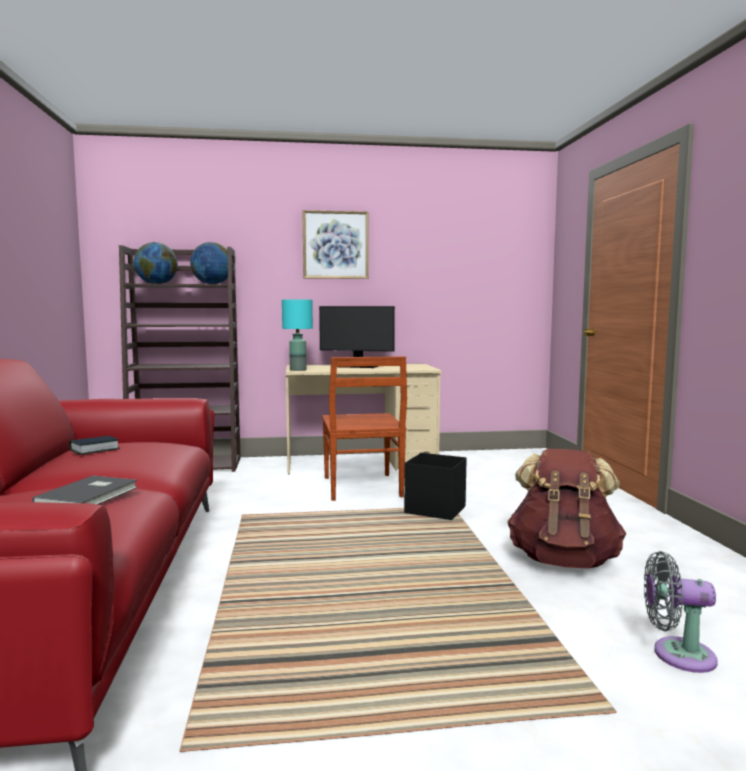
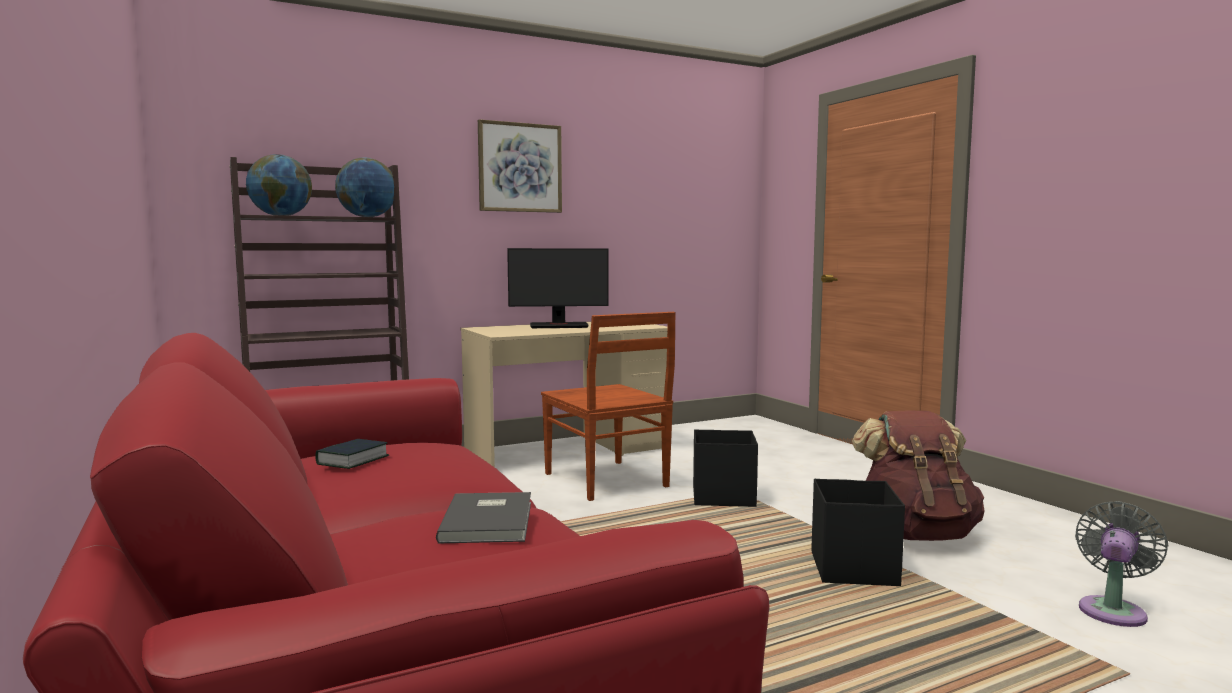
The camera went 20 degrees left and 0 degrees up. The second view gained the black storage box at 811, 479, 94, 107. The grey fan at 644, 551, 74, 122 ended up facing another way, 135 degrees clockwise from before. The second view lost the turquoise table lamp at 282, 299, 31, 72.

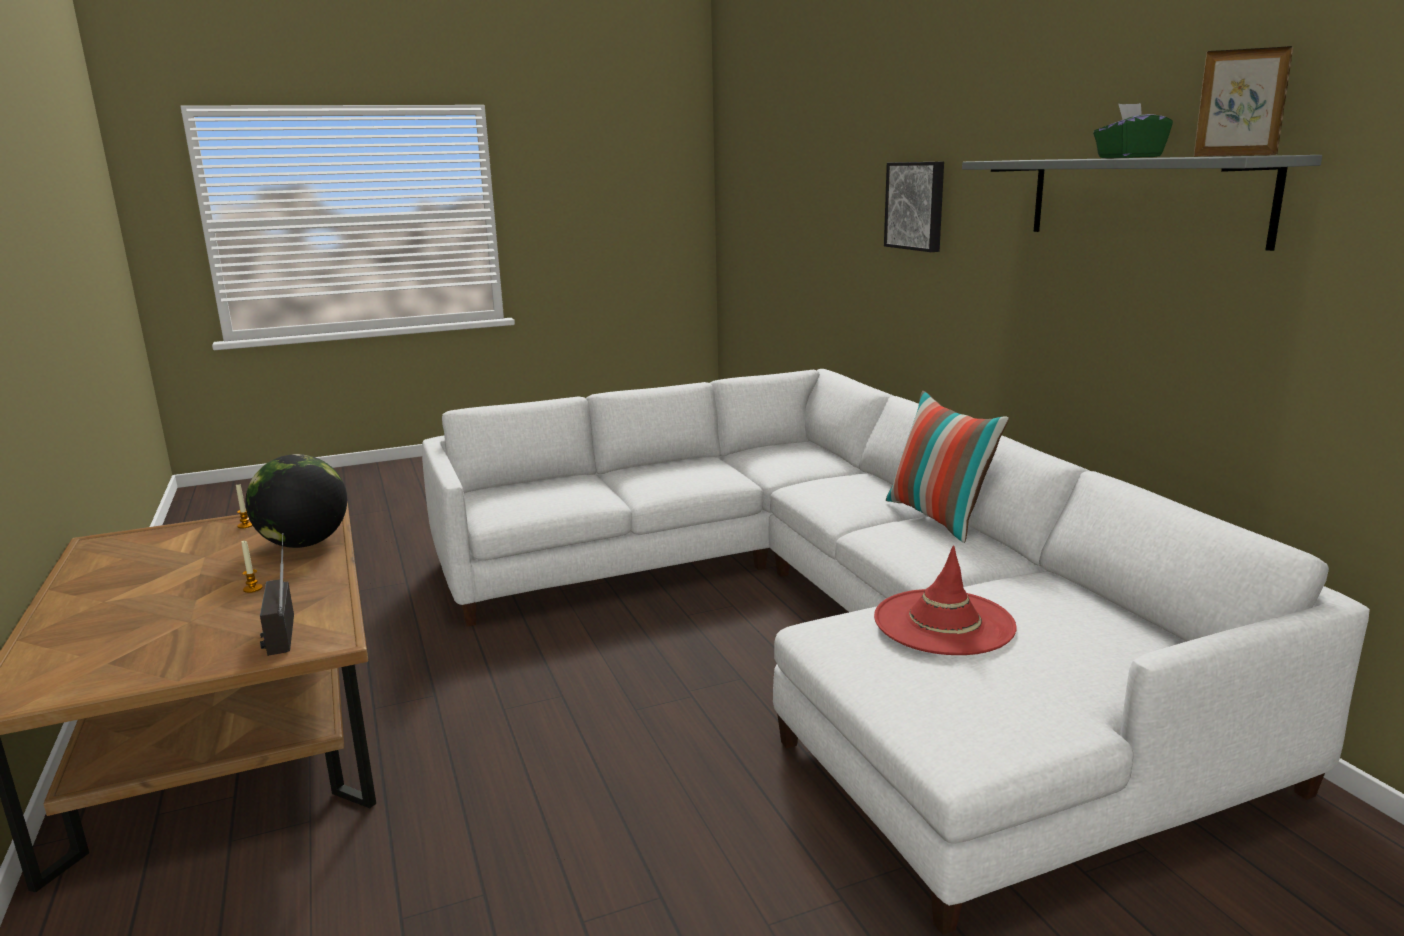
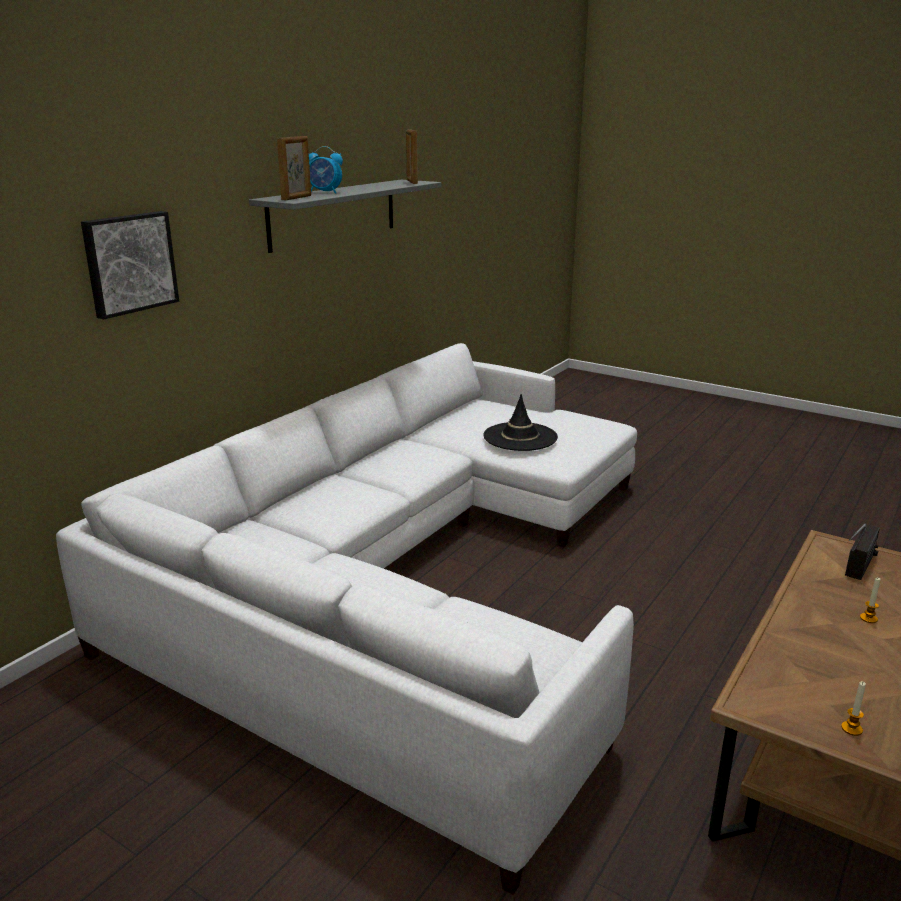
The camera went 125 degrees left and 5 degrees up. The second view gained the picture frame at 277, 136, 34, 64. The second view gained the alarm clock at 309, 146, 34, 48. What was the red hat at 874, 545, 143, 110 turned into the black hat at 483, 394, 75, 57. The second view lost the globe at 245, 454, 102, 94. The second view lost the pillow at 886, 391, 123, 152. The second view lost the green tissue box at 1093, 103, 80, 55.

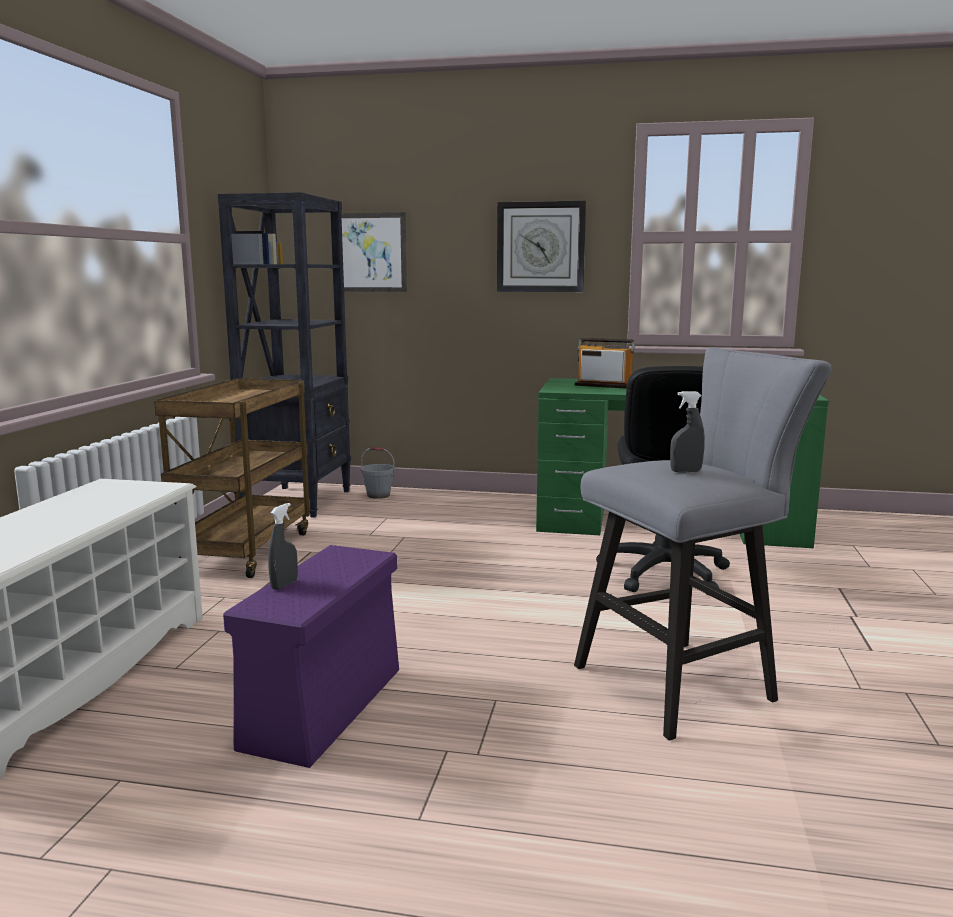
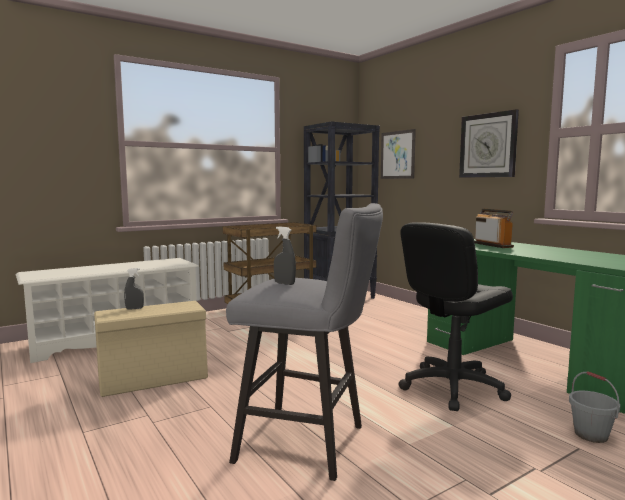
The camera went 45 degrees right and 5 degrees down. What was the purple storage box at 223, 545, 176, 223 turned into the beige storage box at 94, 301, 114, 96. The grey bucket ended up elsewhere, having gone from 361, 447, 34, 52 to 569, 371, 51, 72.

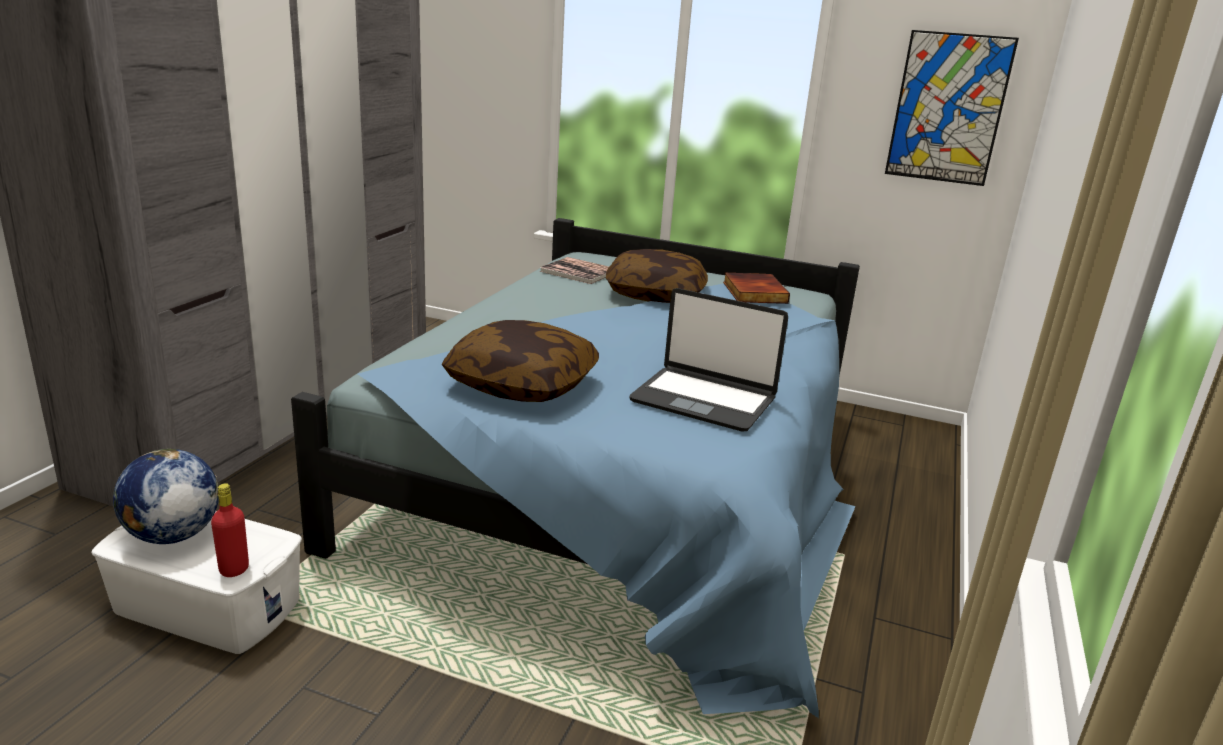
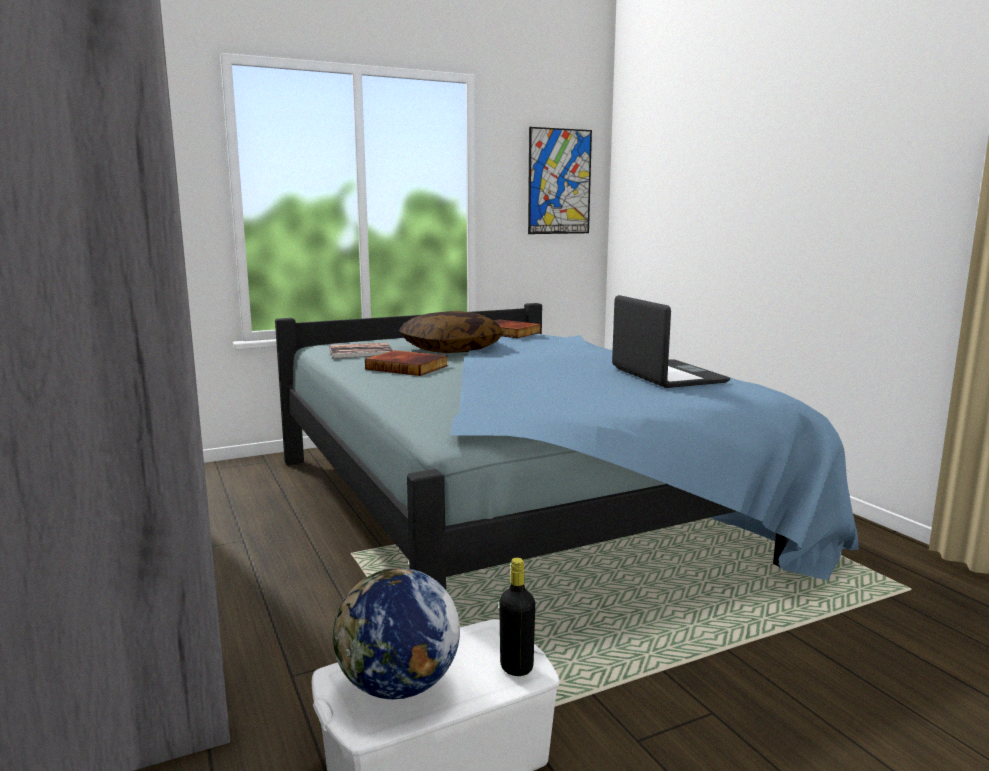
The camera went 45 degrees left and 10 degrees down. The second view gained the book at 365, 350, 83, 26. What was the red bottle at 211, 483, 38, 94 turned into the black bottle at 499, 558, 36, 118. The laptop at 629, 288, 159, 143 ended up facing another way, 90 degrees counterclockwise from before. The second view lost the pillow at 442, 320, 157, 82.

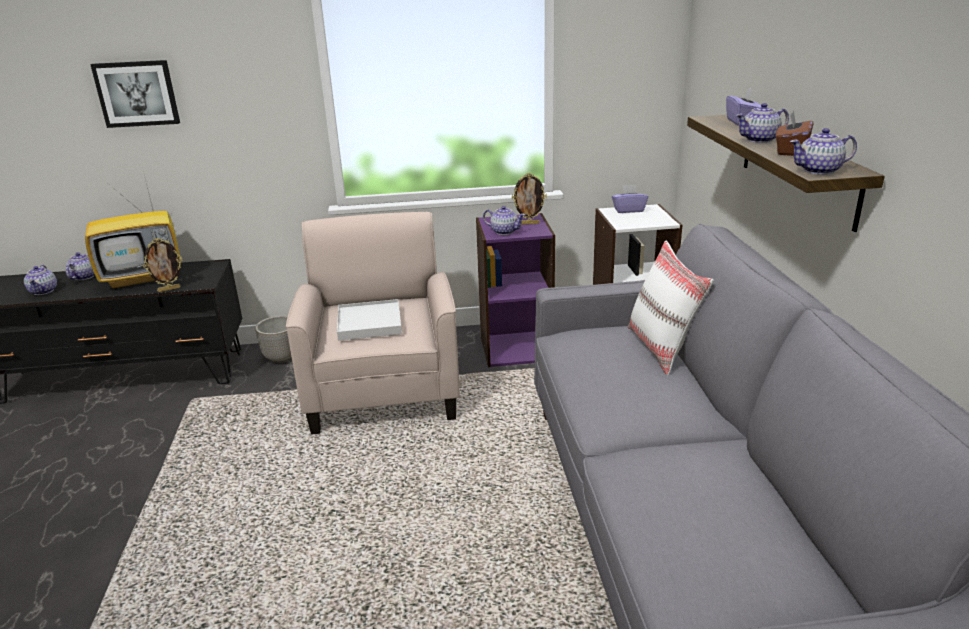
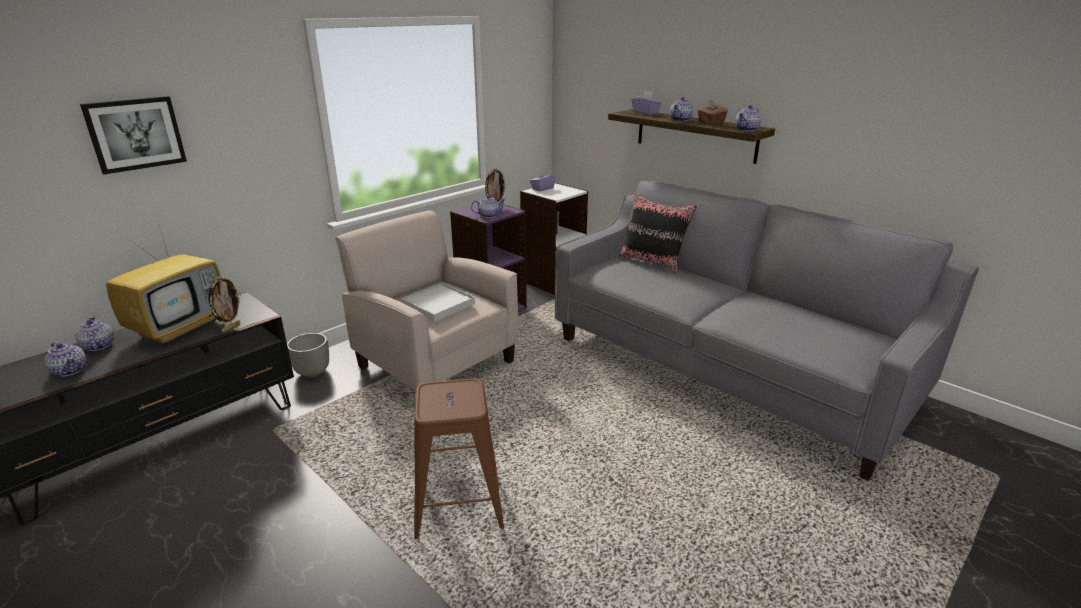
The camera went 40 degrees left and 0 degrees up. The second view gained the brown stool at 414, 379, 90, 160. What was the white pillow at 628, 240, 86, 136 turned into the black pillow at 619, 193, 78, 81.

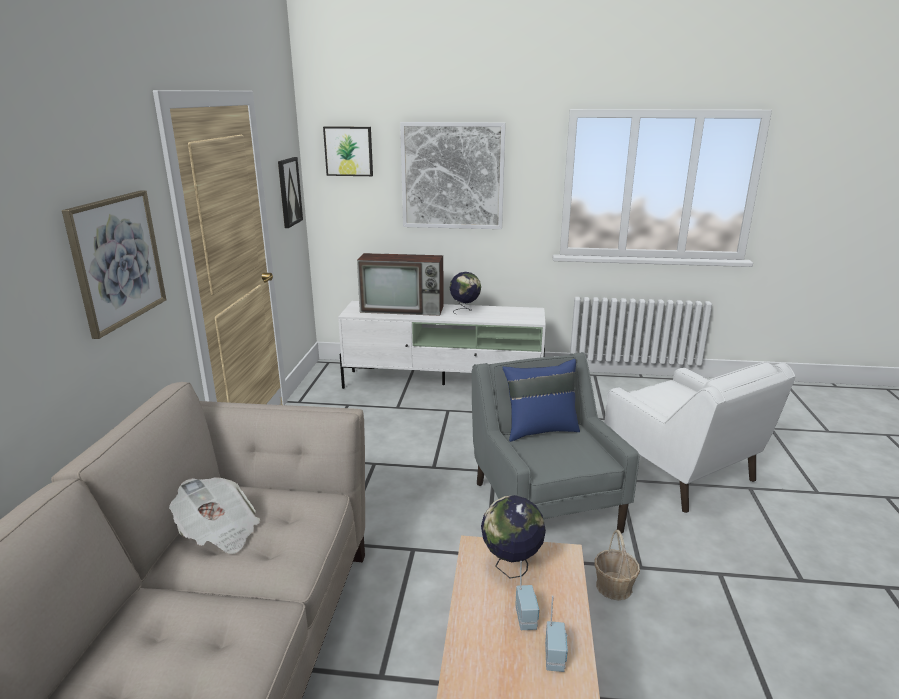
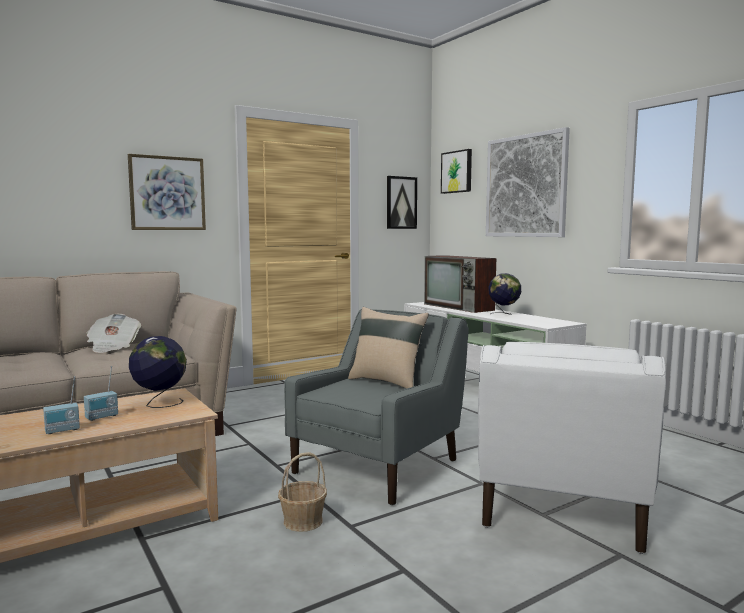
The camera went 50 degrees right and 15 degrees down. What was the blue pillow at 502, 359, 78, 83 turned into the beige pillow at 348, 307, 81, 82.

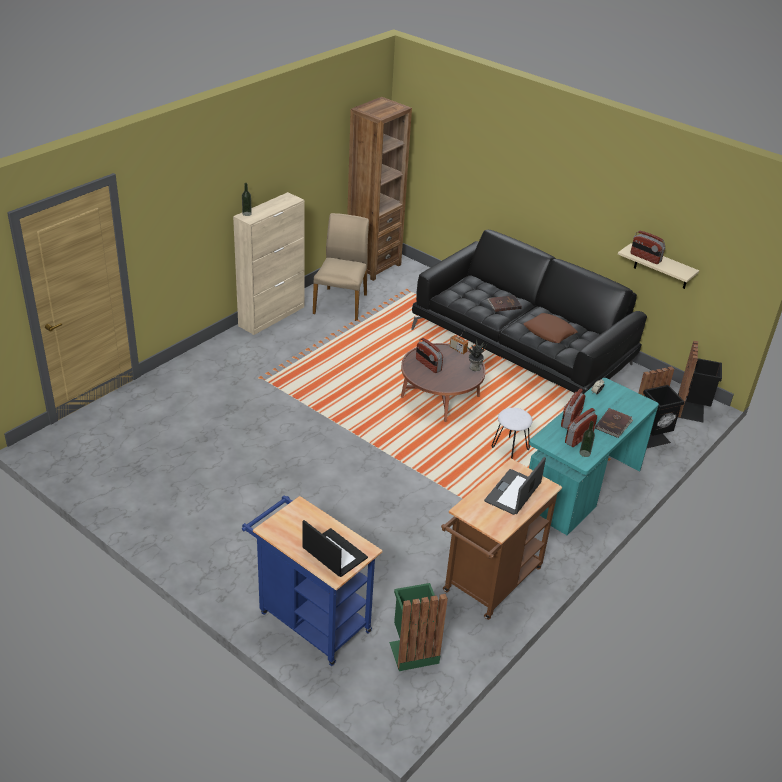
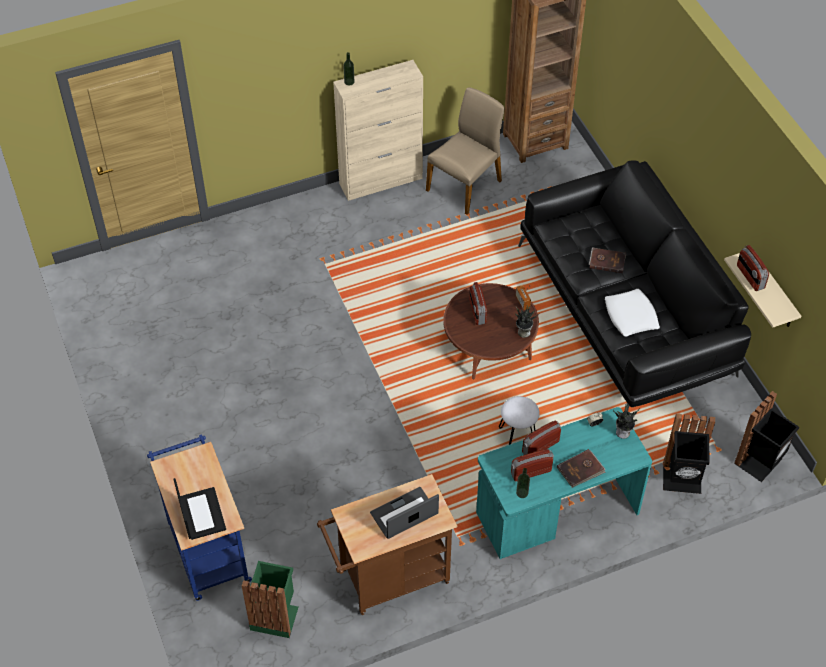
The camera went 30 degrees right and 15 degrees up. What was the brown pillow at 524, 313, 54, 30 turned into the white pillow at 605, 289, 55, 47. The second view gained the potted plant at 613, 404, 27, 35.

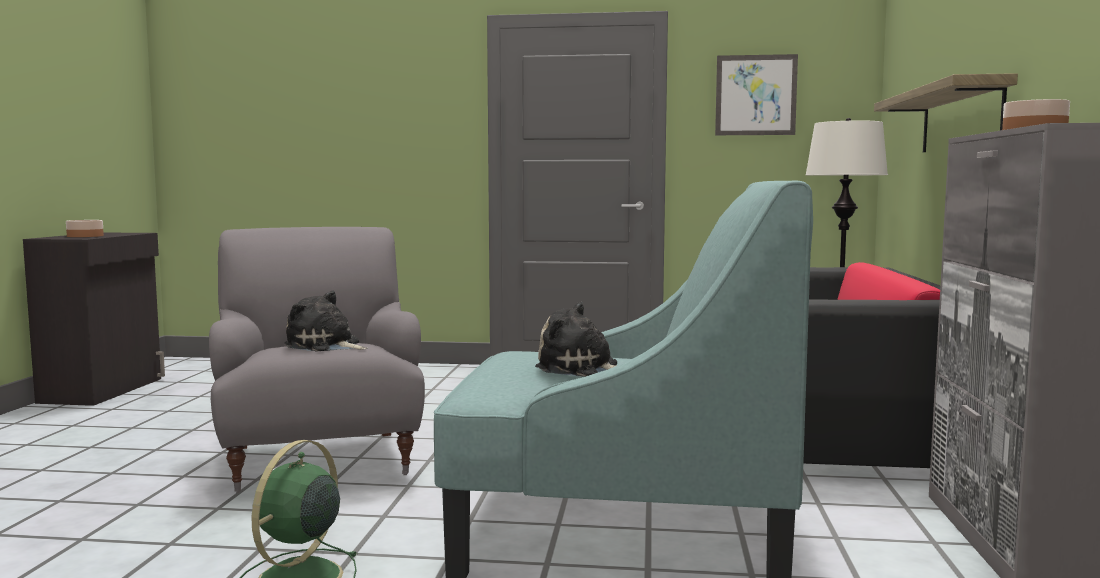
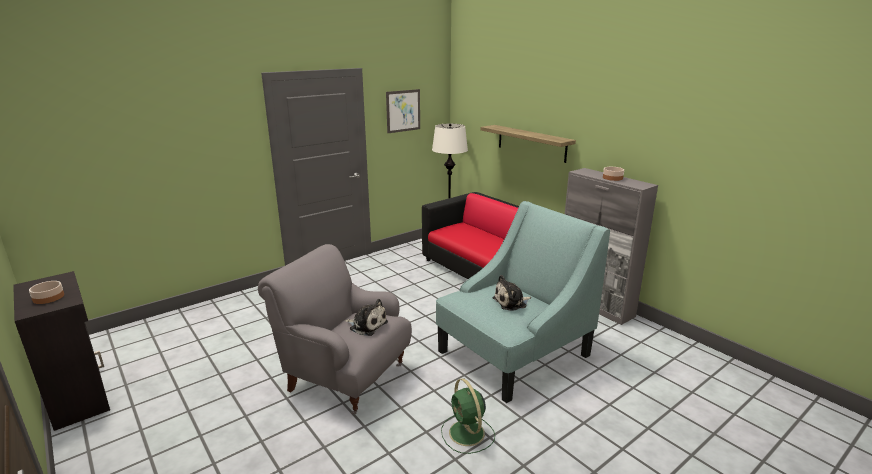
The camera went 45 degrees left and 15 degrees up. The plush toy at 284, 291, 84, 60 ended up facing another way, 135 degrees counterclockwise from before.

